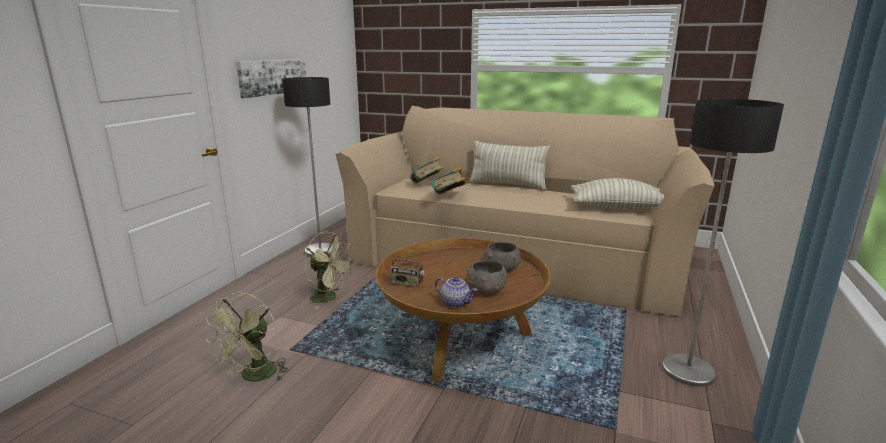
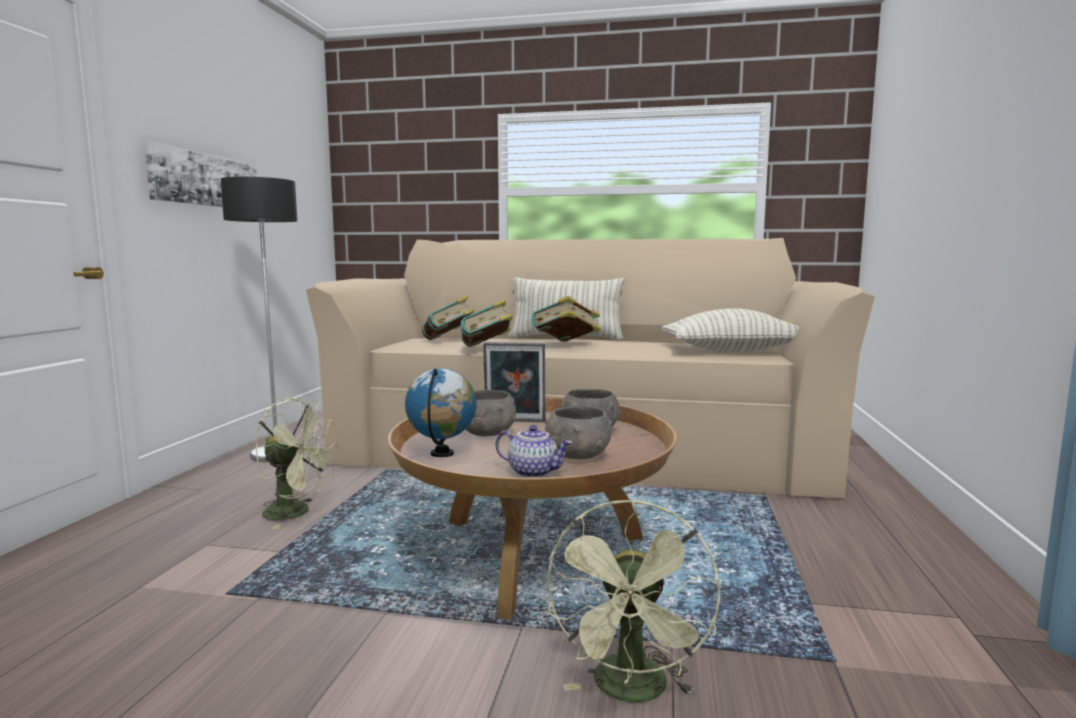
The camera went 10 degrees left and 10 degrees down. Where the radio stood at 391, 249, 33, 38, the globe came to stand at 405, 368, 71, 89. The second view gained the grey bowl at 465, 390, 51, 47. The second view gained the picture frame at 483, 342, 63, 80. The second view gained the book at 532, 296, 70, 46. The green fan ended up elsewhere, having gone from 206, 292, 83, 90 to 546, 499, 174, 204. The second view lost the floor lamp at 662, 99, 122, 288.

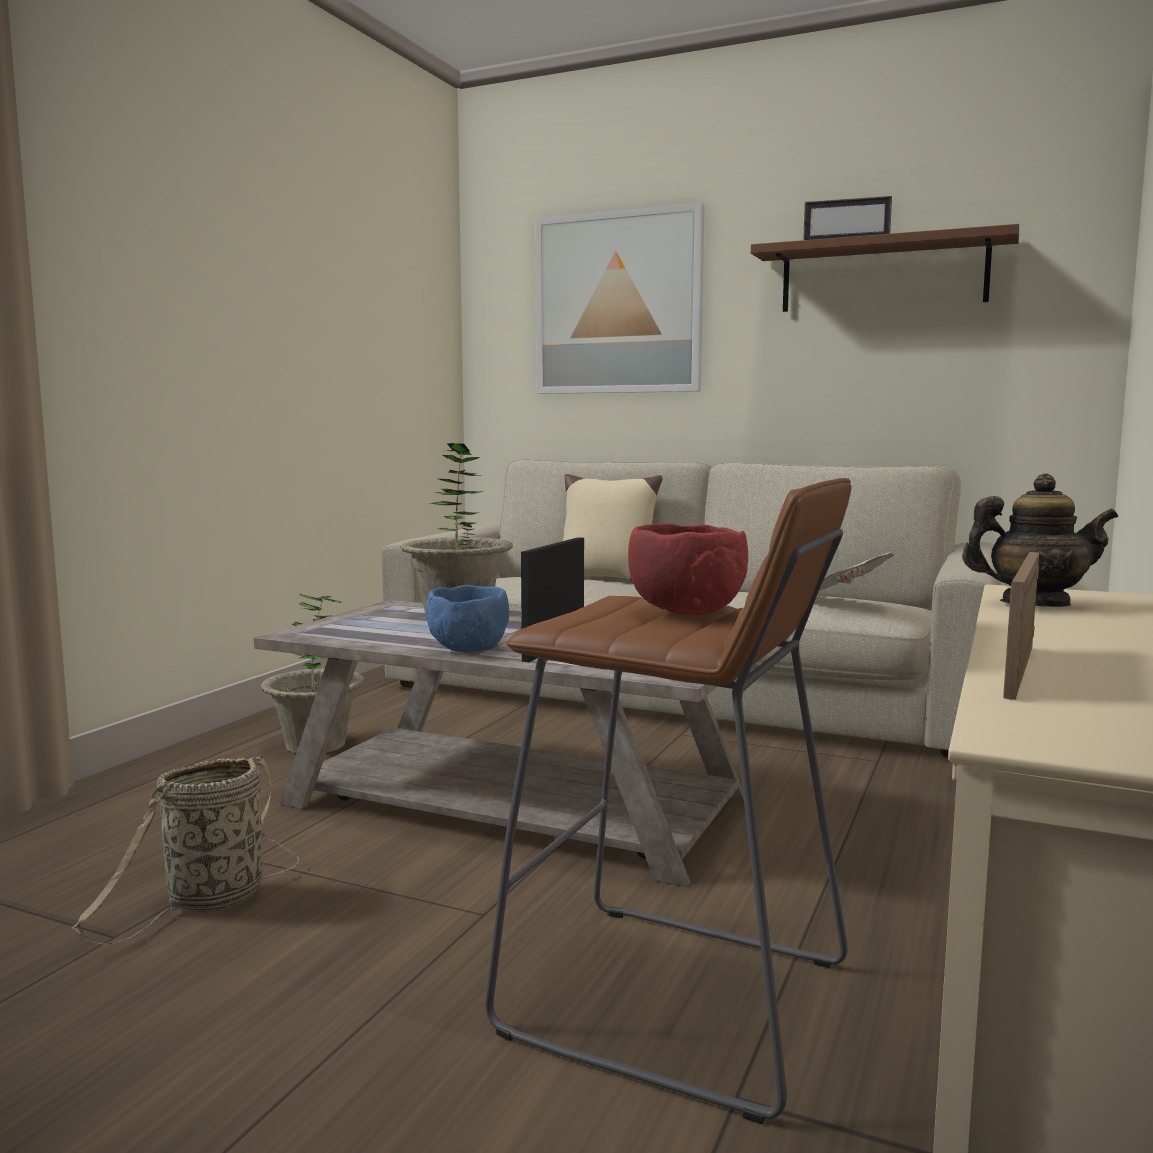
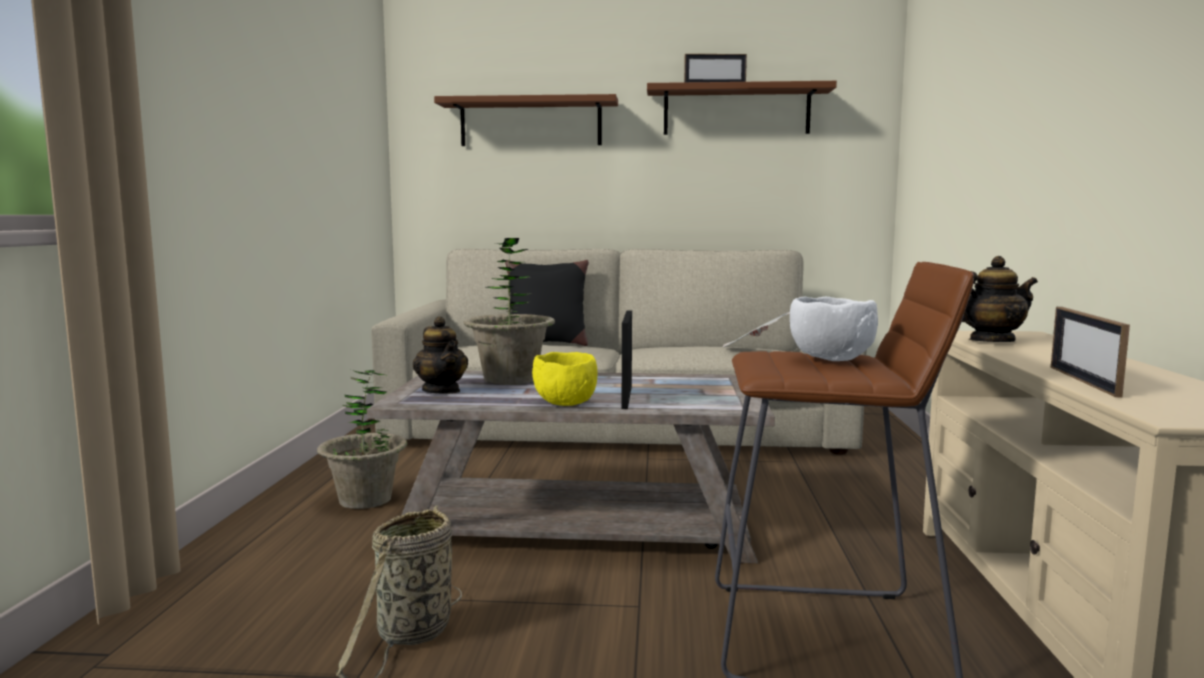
The camera went 20 degrees left and 0 degrees up. The second view gained the teapot at 413, 316, 55, 78. Where the picture hung at 535, 203, 169, 191, the brown shelf came to hang at 434, 94, 184, 52. What was the beige pillow at 563, 474, 100, 106 turned into the black pillow at 505, 260, 84, 86. What was the blue bowl at 426, 585, 83, 68 turned into the yellow bowl at 532, 352, 65, 54. What was the red bowl at 628, 523, 120, 92 turned into the white bowl at 790, 297, 88, 64.

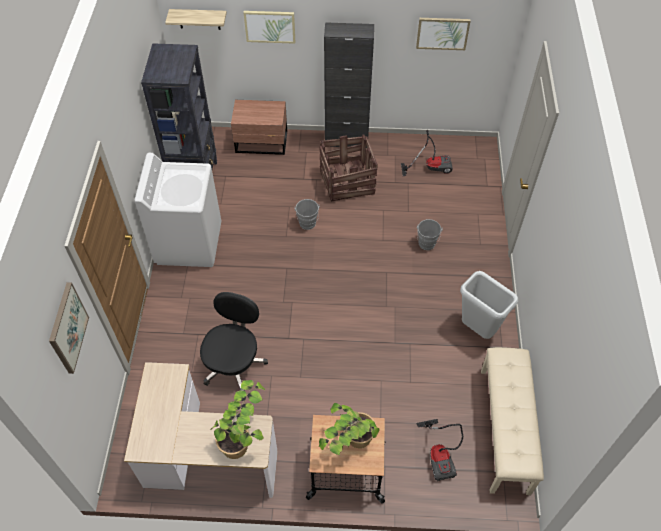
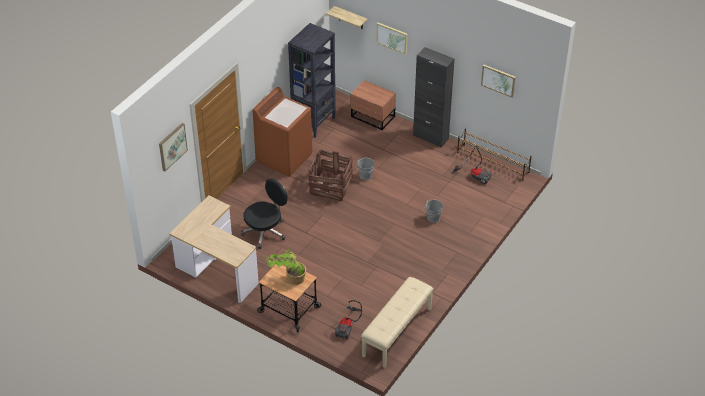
The camera went 30 degrees right and 10 degrees down. What was the white washing machine at 135, 153, 86, 114 turned into the brown washing machine at 253, 87, 59, 90. The crate ended up elsewhere, having gone from 319, 135, 59, 67 to 309, 149, 44, 52. The second view gained the brown shoe rack at 457, 129, 75, 52. The second view lost the potted plant at 210, 380, 56, 79. The second view lost the grey trash can at 460, 271, 58, 68.

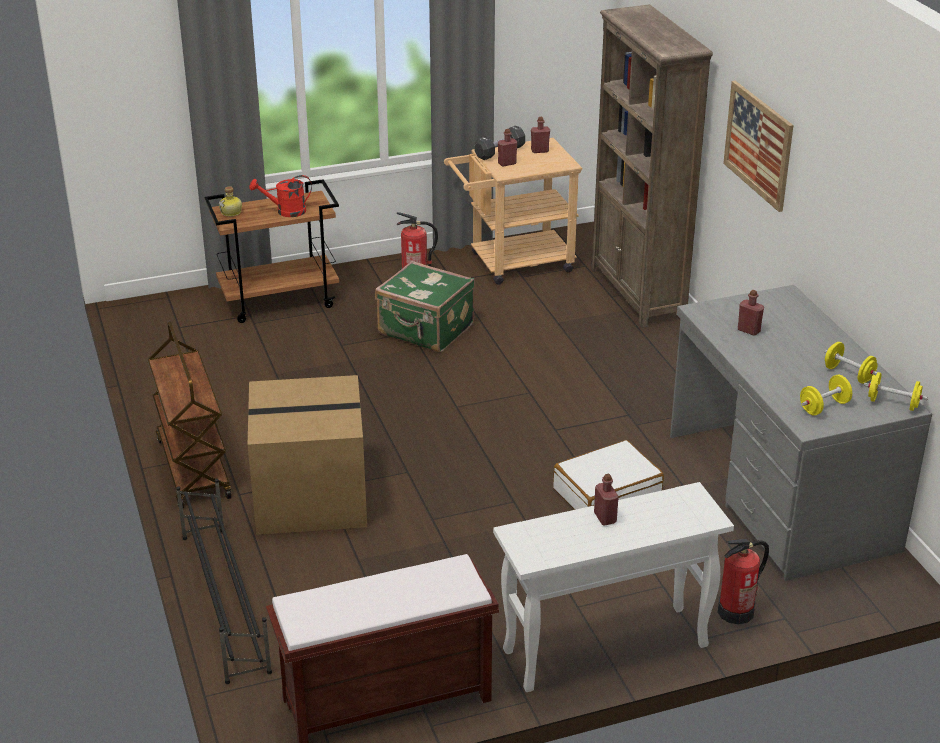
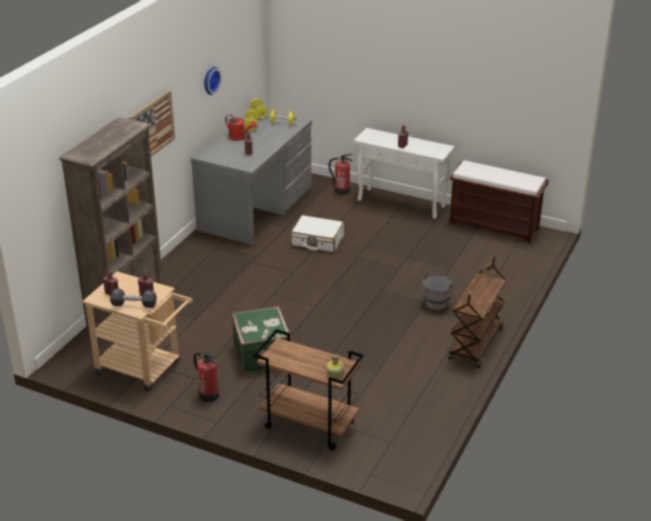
The camera went 135 degrees left and 0 degrees up. The second view gained the wall clock at 204, 67, 18, 28. The red watering can ended up elsewhere, having gone from 249, 175, 63, 42 to 225, 114, 31, 27. Where the cardboard box stood at 248, 375, 119, 160, the grey bucket came to stand at 422, 274, 37, 36. The second view lost the black shoe rack at 176, 479, 96, 205.

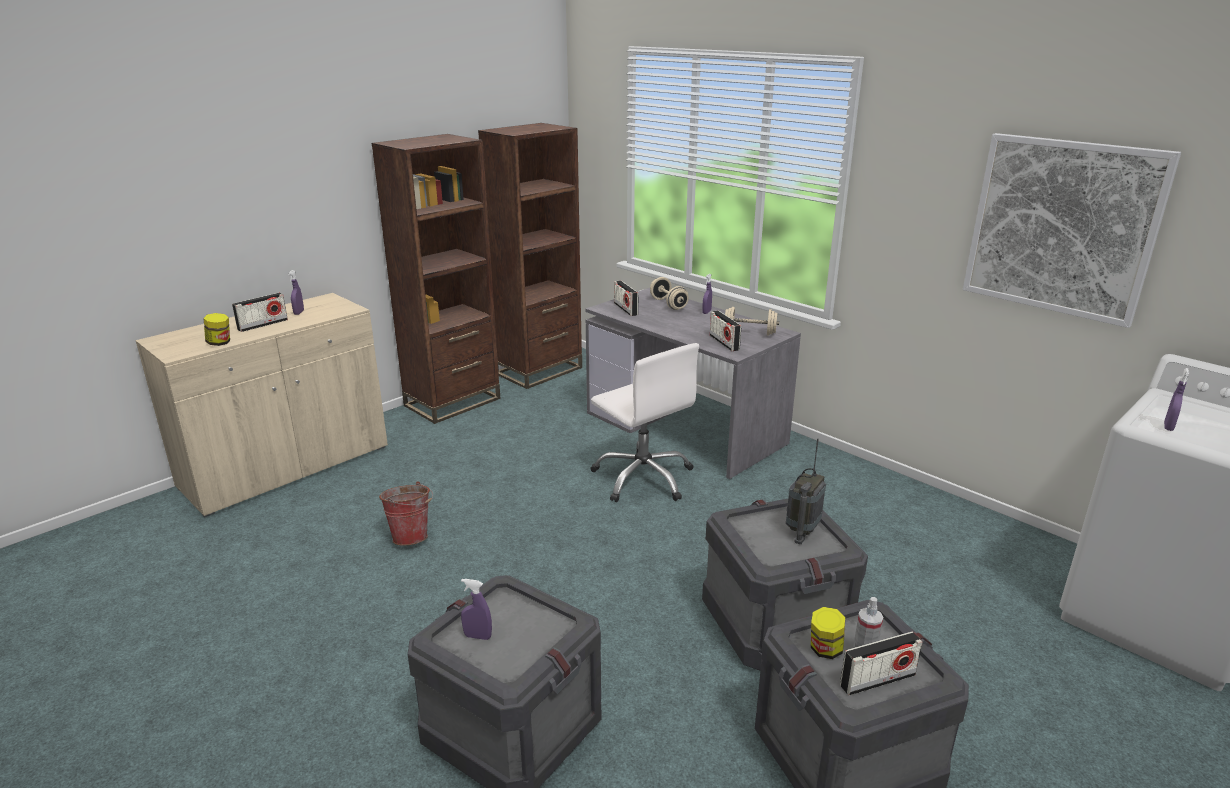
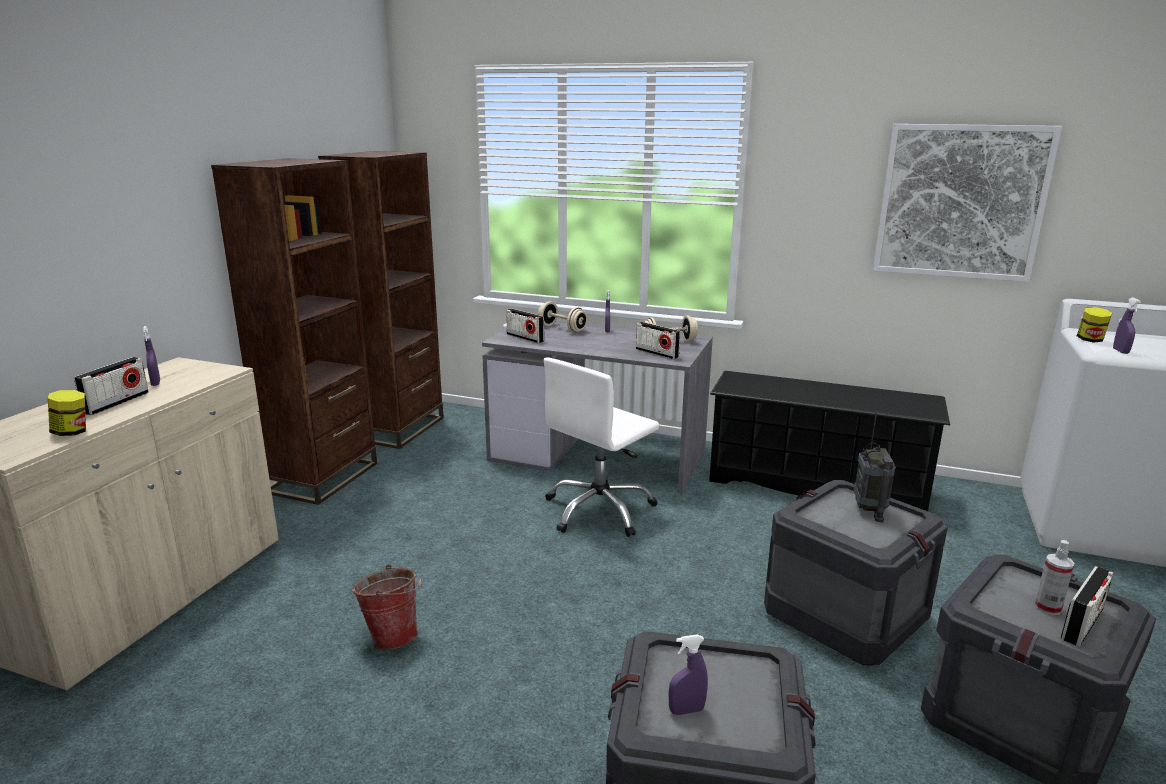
The camera went 25 degrees left and 5 degrees down. The white office chair at 590, 343, 109, 159 ended up facing another way, 105 degrees clockwise from before. The second view gained the black shoe rack at 709, 371, 241, 140. The jar ended up elsewhere, having gone from 811, 607, 34, 52 to 1077, 307, 35, 36.

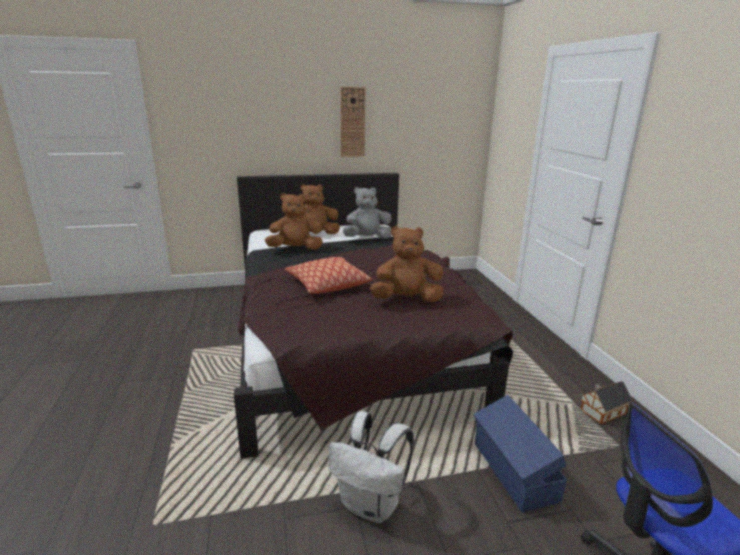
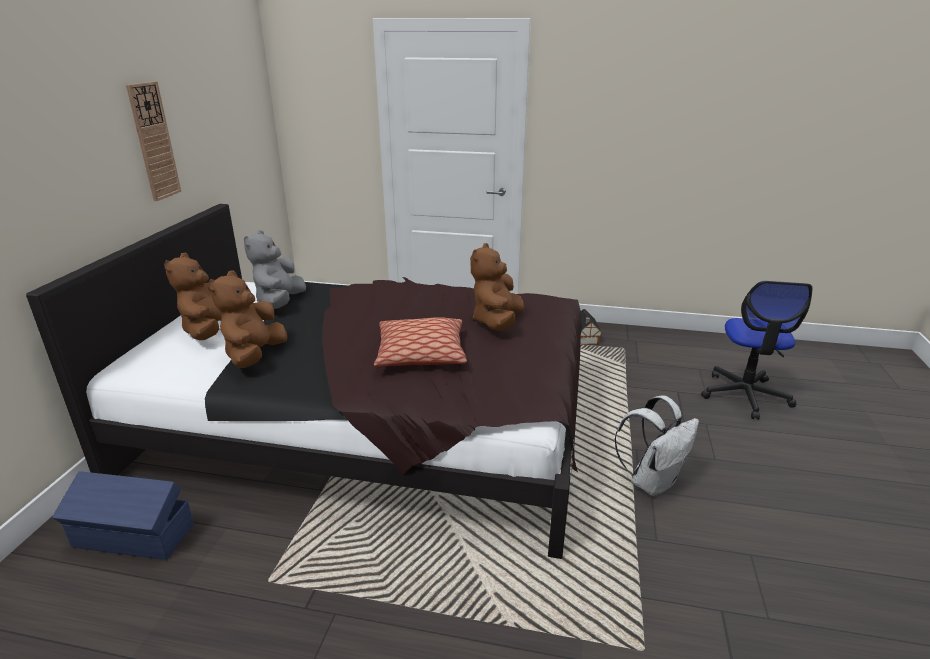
The camera went 65 degrees left and 5 degrees up. The blue storage box ended up elsewhere, having gone from 474, 395, 93, 117 to 52, 471, 142, 89.

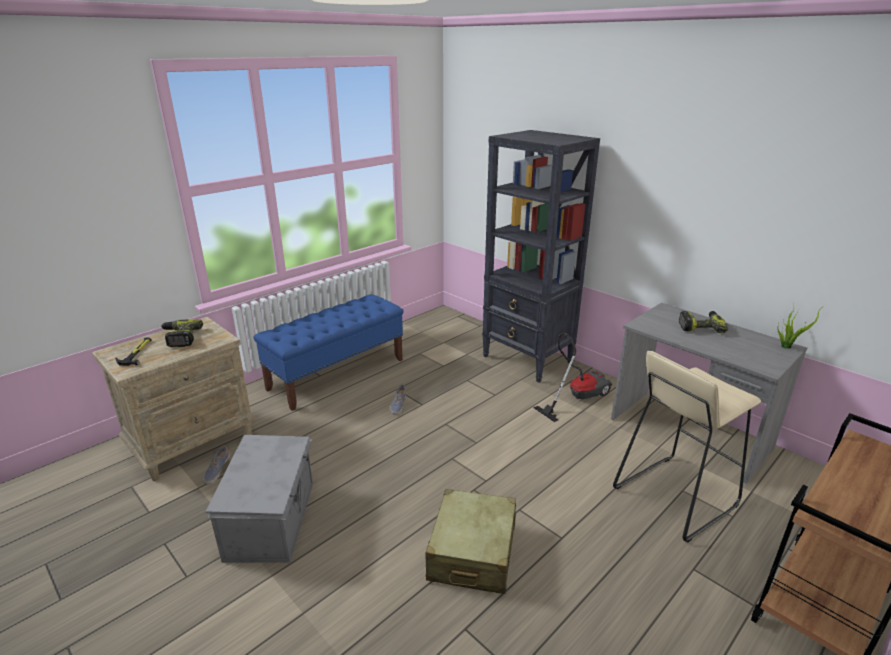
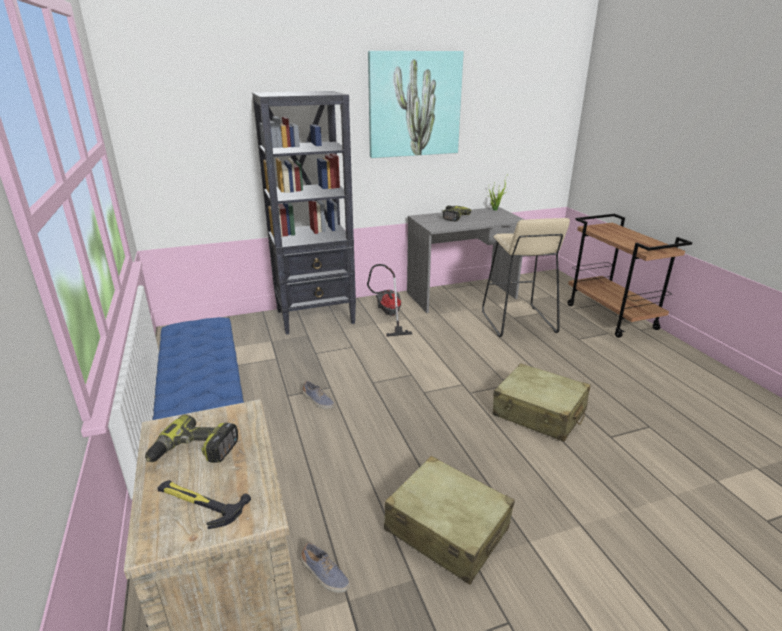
The camera went 65 degrees left and 0 degrees up. The second view gained the picture at 368, 51, 96, 107. Where the grey storage box stood at 205, 435, 108, 128, the beige suitcase came to stand at 384, 455, 130, 130.

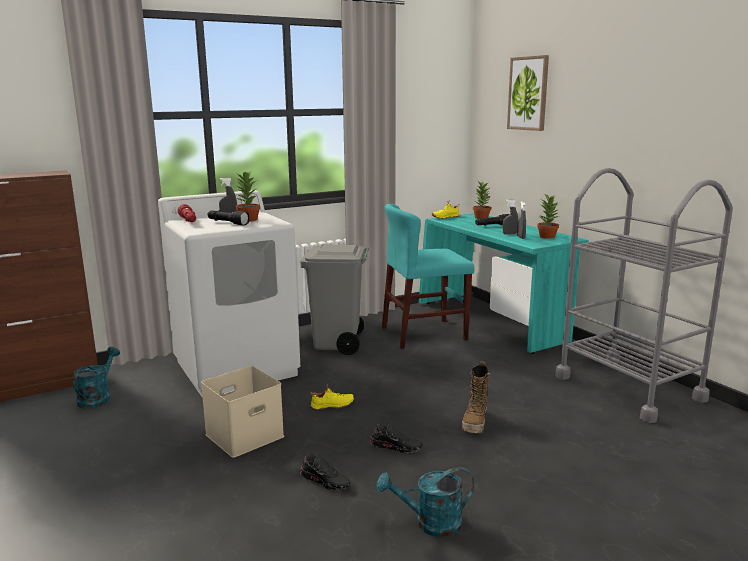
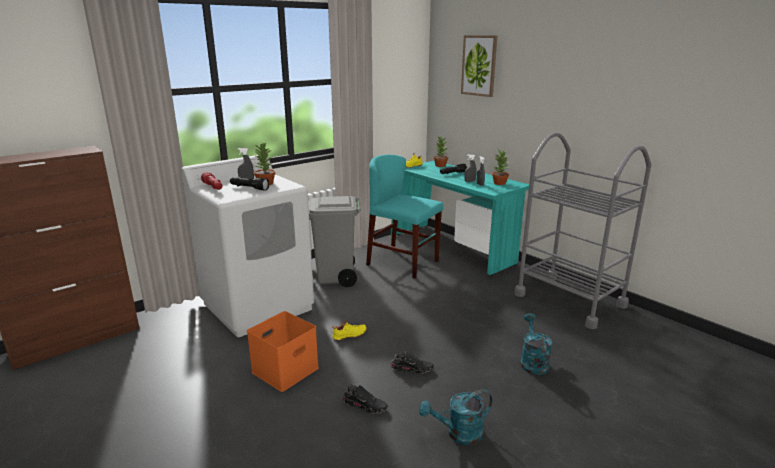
The camera went 10 degrees left and 5 degrees up. What was the beige storage box at 201, 366, 83, 92 turned into the orange storage box at 247, 311, 72, 81. The turquoise chair at 382, 204, 92, 145 ended up facing another way, 60 degrees clockwise from before. The turquoise watering can ended up elsewhere, having gone from 73, 347, 47, 62 to 520, 313, 32, 62. The second view lost the boot at 462, 361, 28, 72.

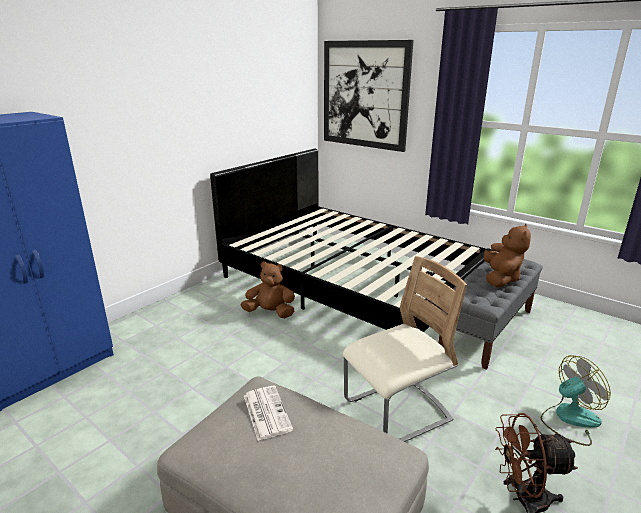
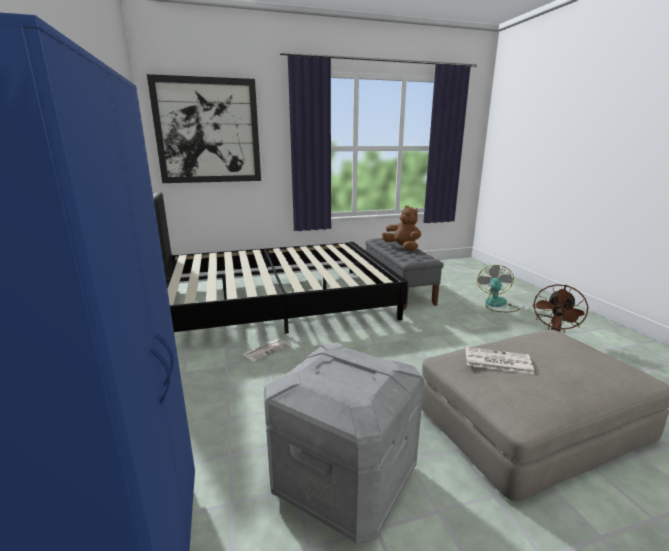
The camera went 55 degrees left and 5 degrees down. Where the brown plush toy stood at 240, 261, 55, 57, the newspaper came to stand at 243, 339, 47, 23. The second view gained the grey storage box at 264, 342, 160, 202. The second view lost the beige chair at 343, 256, 124, 186.

